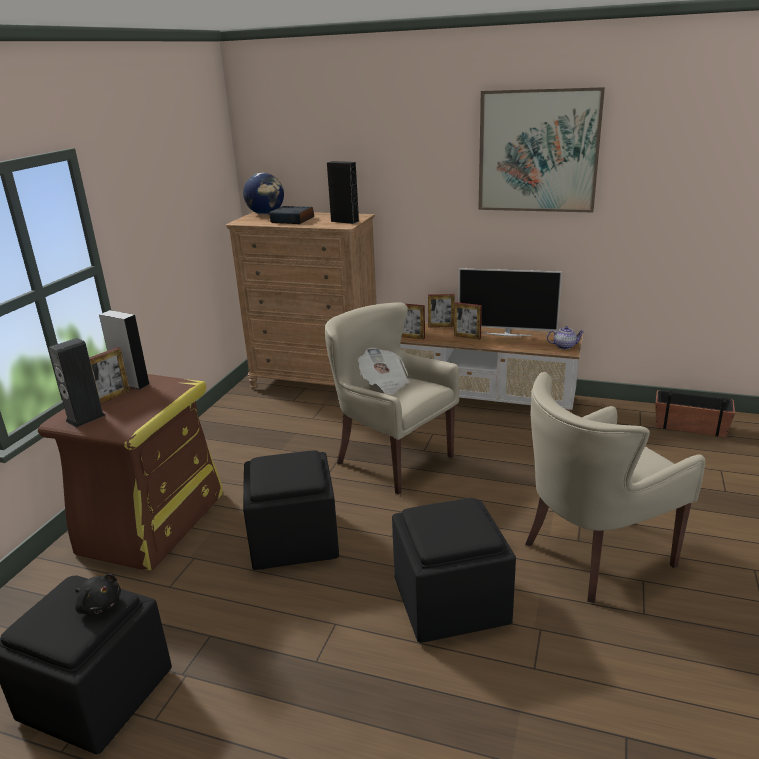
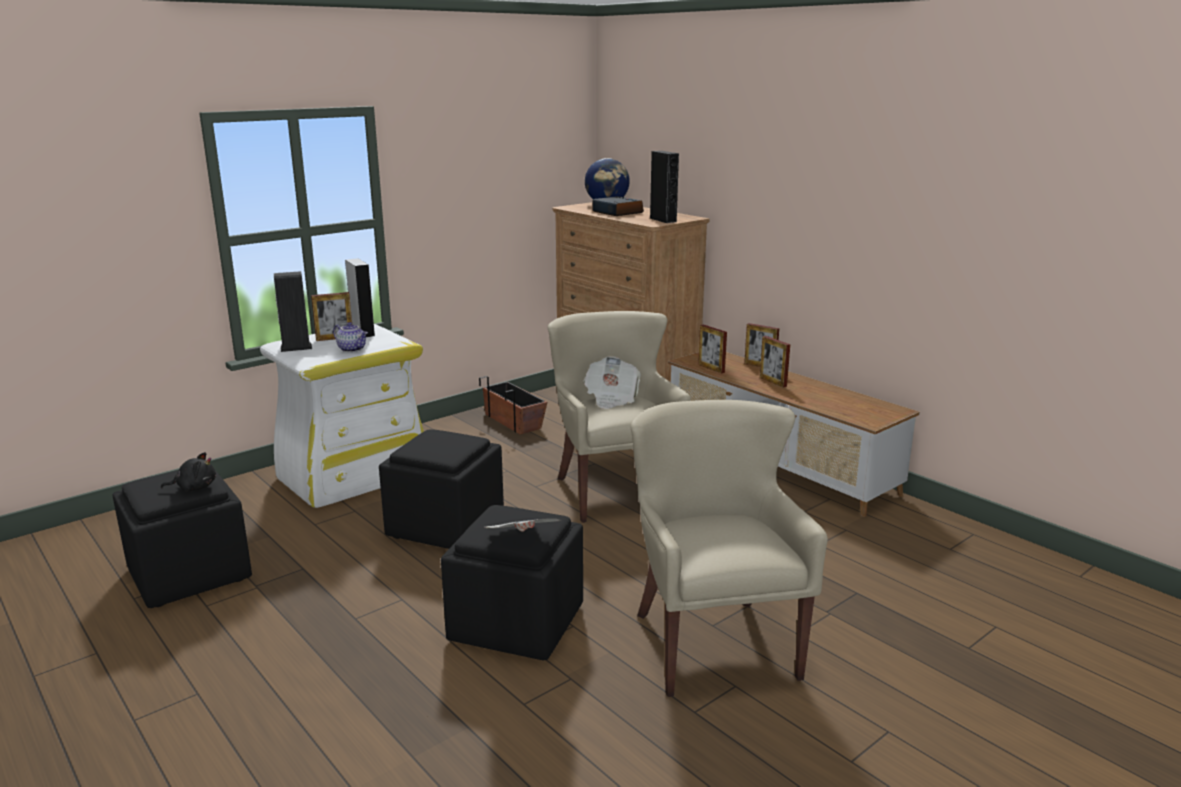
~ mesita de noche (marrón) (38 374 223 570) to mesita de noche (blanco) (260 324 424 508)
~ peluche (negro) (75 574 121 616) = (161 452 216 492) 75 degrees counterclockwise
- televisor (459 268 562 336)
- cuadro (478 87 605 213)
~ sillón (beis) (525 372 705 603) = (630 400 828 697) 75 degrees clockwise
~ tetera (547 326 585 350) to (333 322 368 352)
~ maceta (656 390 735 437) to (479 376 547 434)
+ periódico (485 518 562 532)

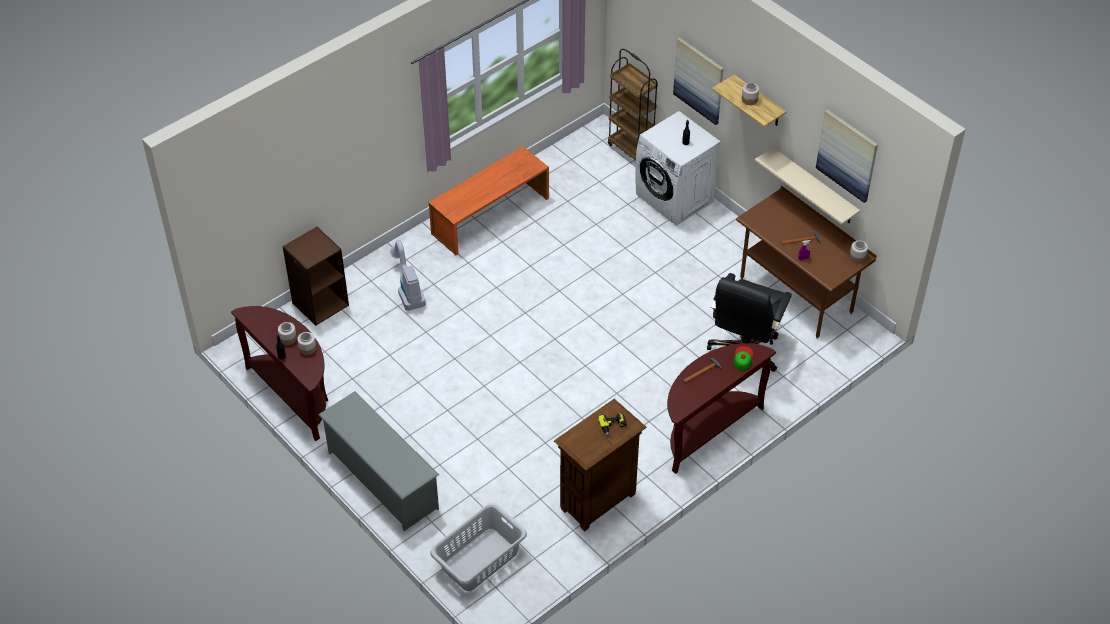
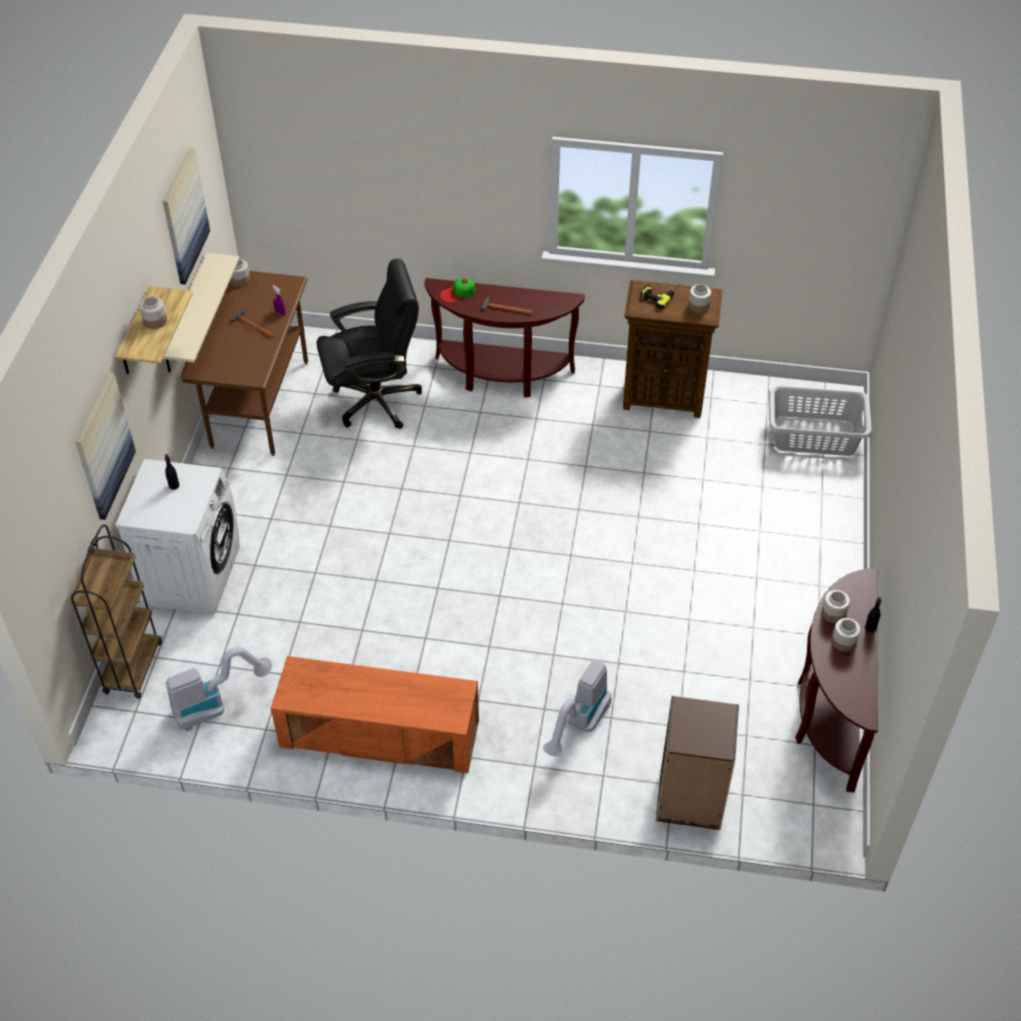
- zapatero (gris) (318 391 439 531)
+ aspiradora (166 647 272 731)
+ tarro (688 284 711 313)

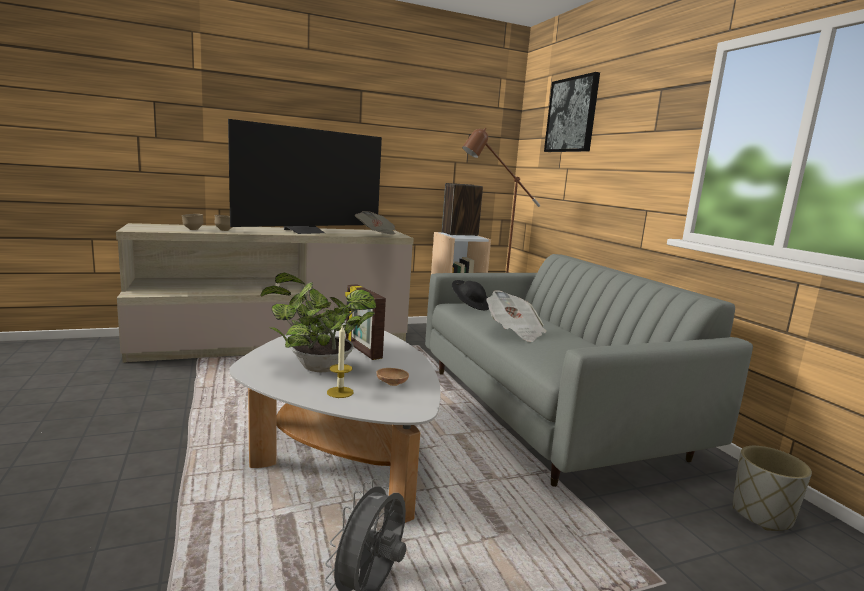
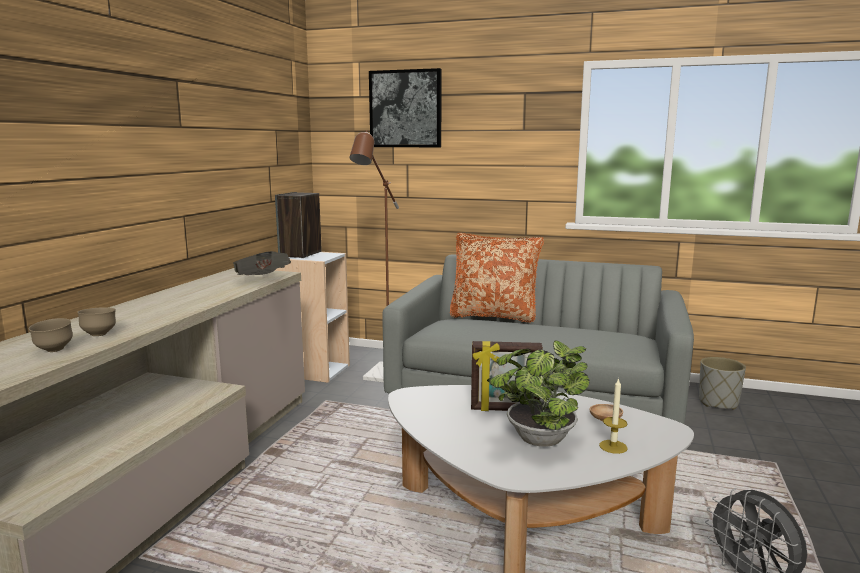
- televisor (228 119 382 234)
- sombrero (negro) (452 280 489 310)
- periódico (486 290 547 342)
+ cojín (naranja) (450 233 544 323)

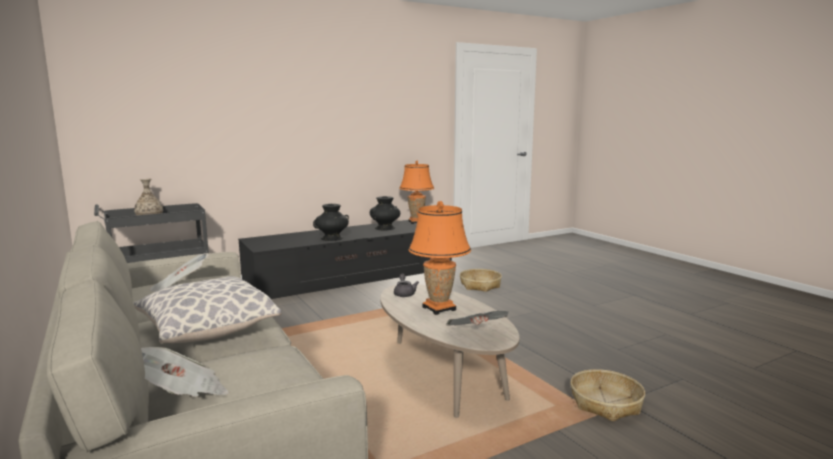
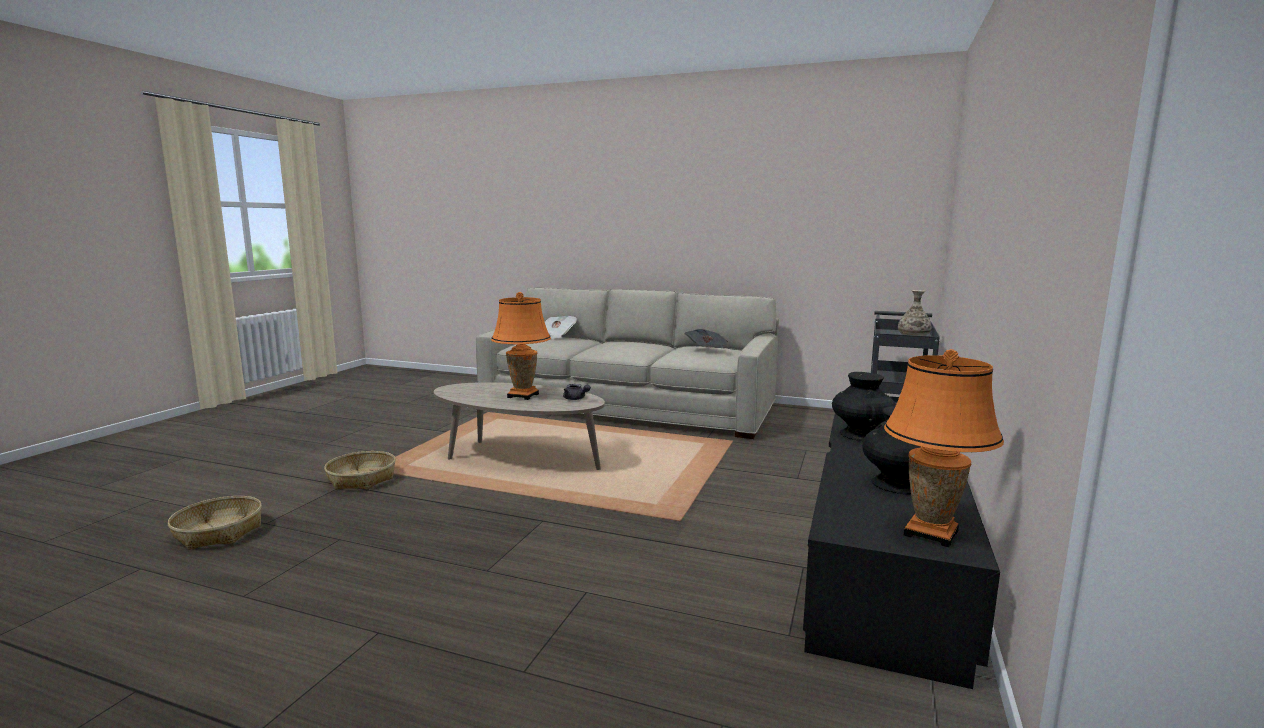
- cojín (133 276 282 344)
- periódico (446 311 508 326)
~ cesta (460 269 502 292) to (168 496 262 550)

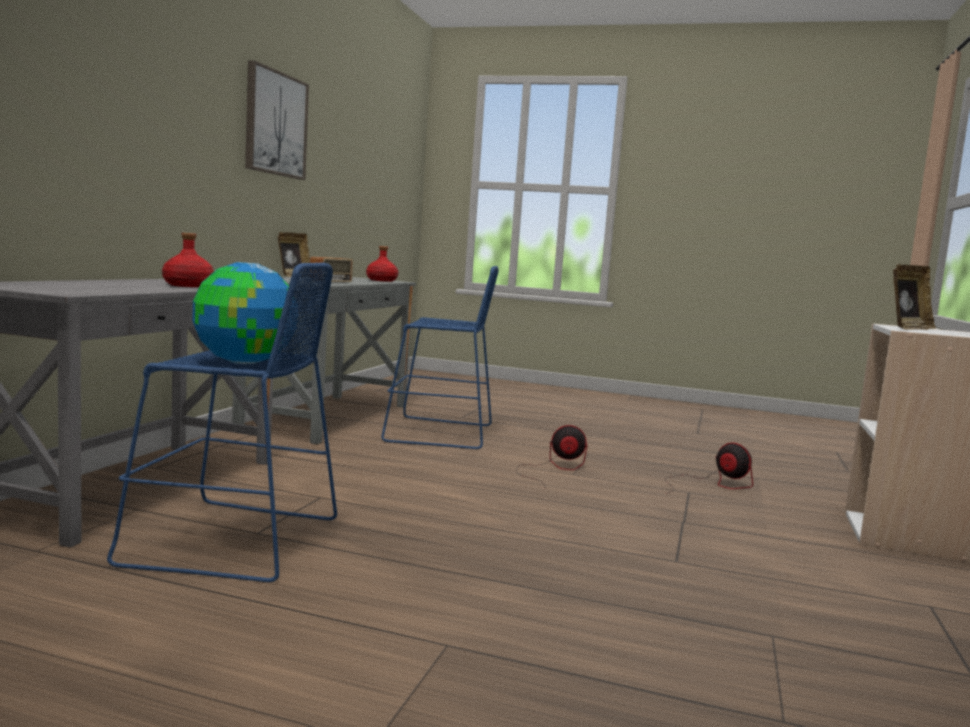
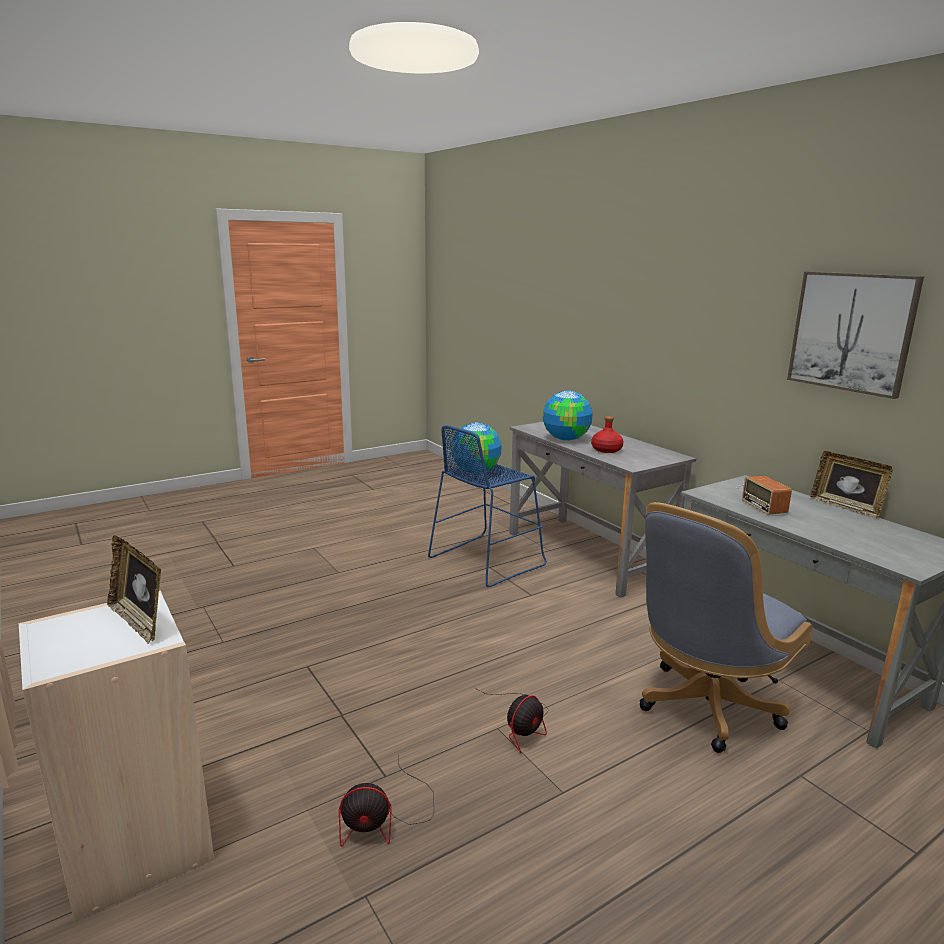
- botella (rojo) (366 246 398 282)
~ taburete (azul) (381 266 498 449) to silla de oficina (azul) (640 502 812 753)
~ portarretratos (893 264 936 330) = (107 535 161 644) 45 degrees counterclockwise
+ globo terráqueo (543 391 593 441)

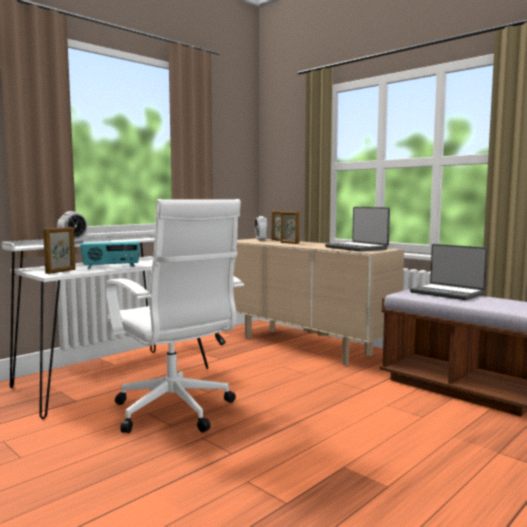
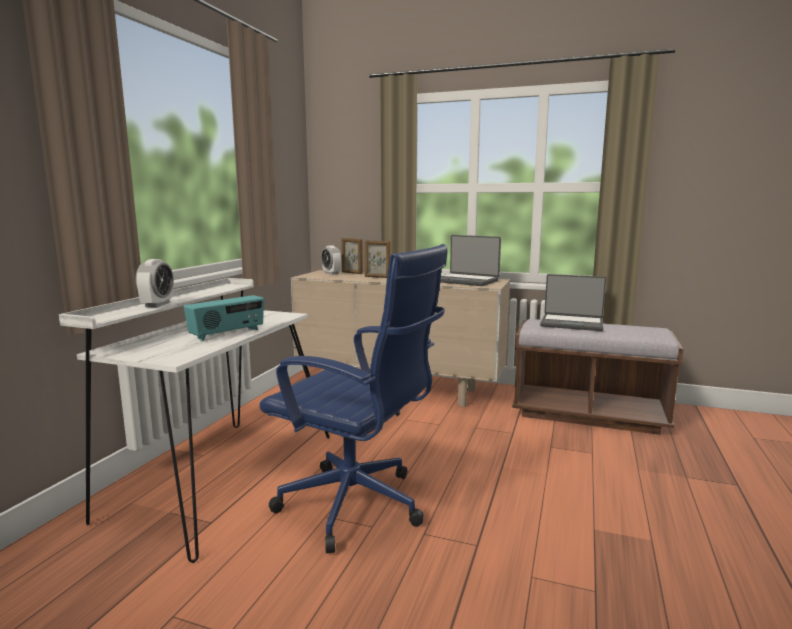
- portarretratos (43 227 75 274)
~ silla de oficina (blanco) (105 199 244 433) to silla de oficina (azul) (259 244 447 553)

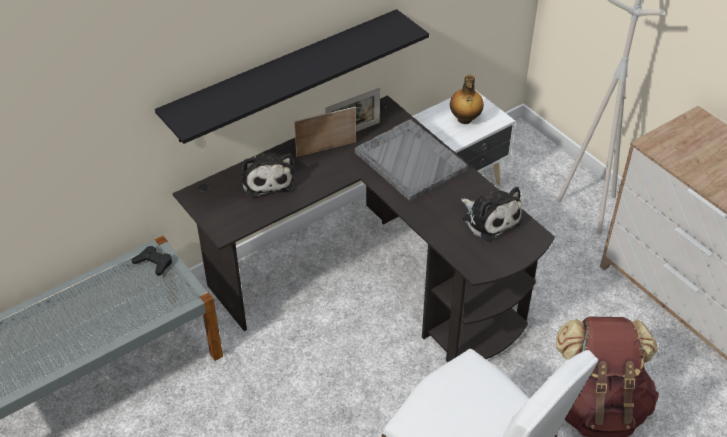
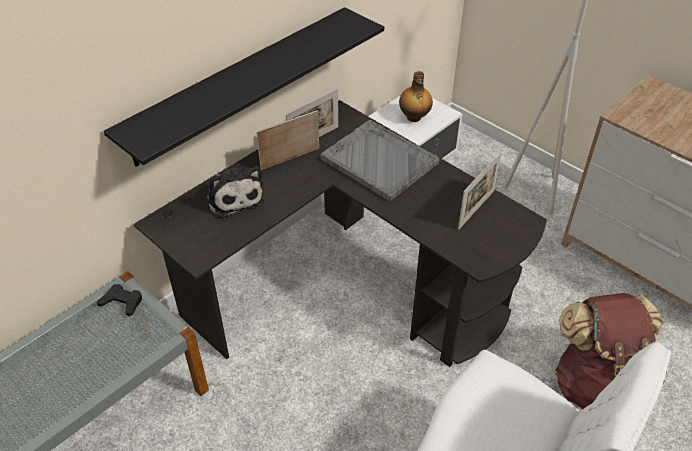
~ peluche (461 187 522 241) to portarretratos (458 152 502 230)

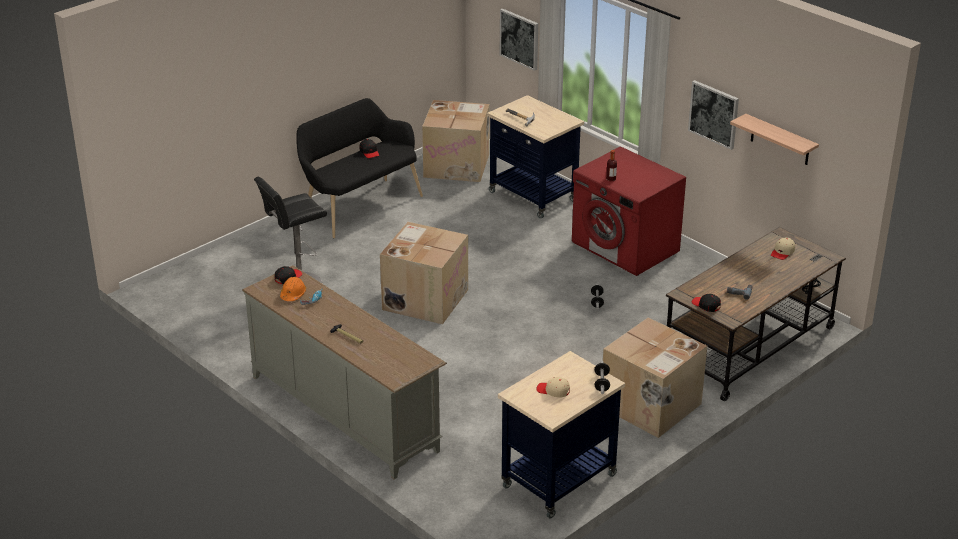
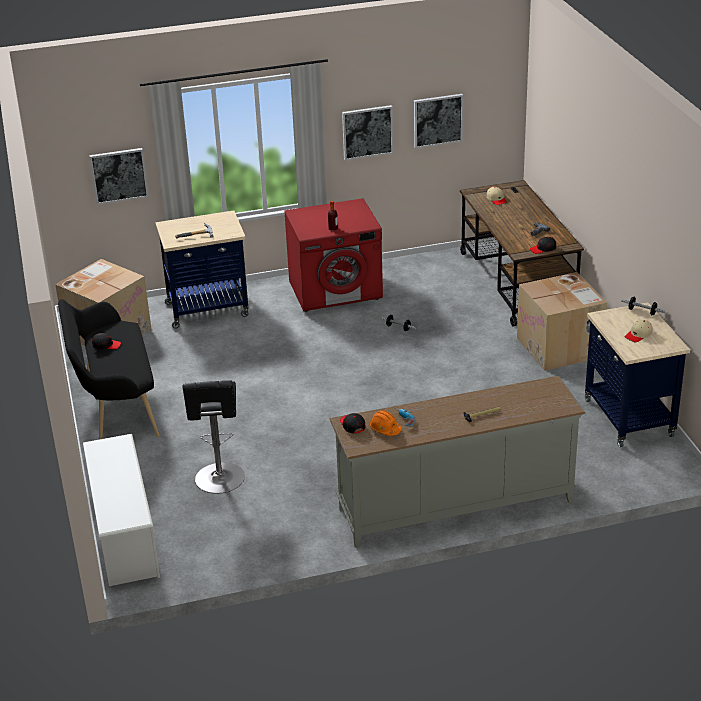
- caja de cartón (380 222 468 324)
~ estante (730 114 819 165) to cuadro (414 94 463 148)
+ zapatero (blanco) (83 434 160 586)

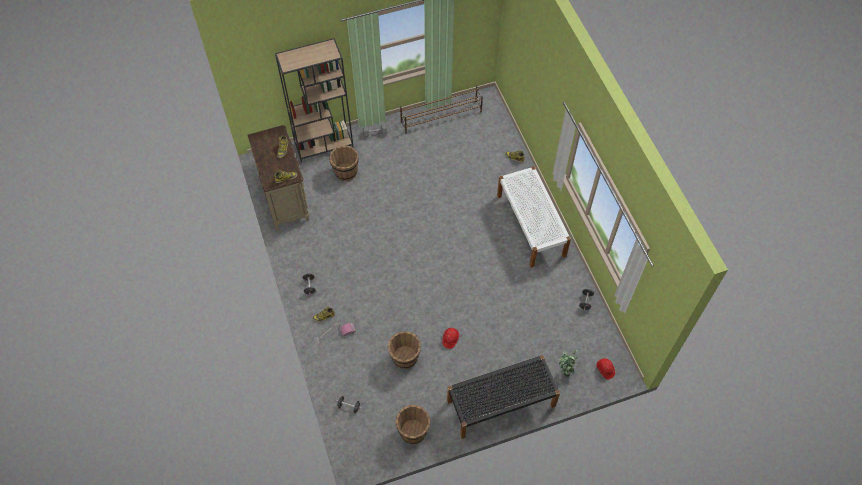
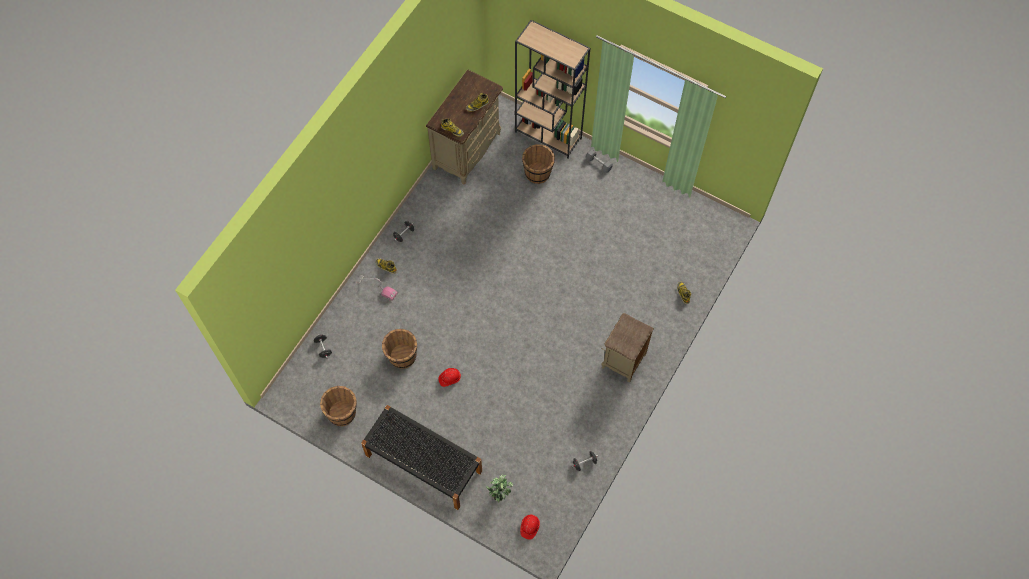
- zapatero (marrón) (400 86 483 134)
~ banco (blanco) (497 166 571 268) to mesita de noche (beis) (601 313 654 383)

